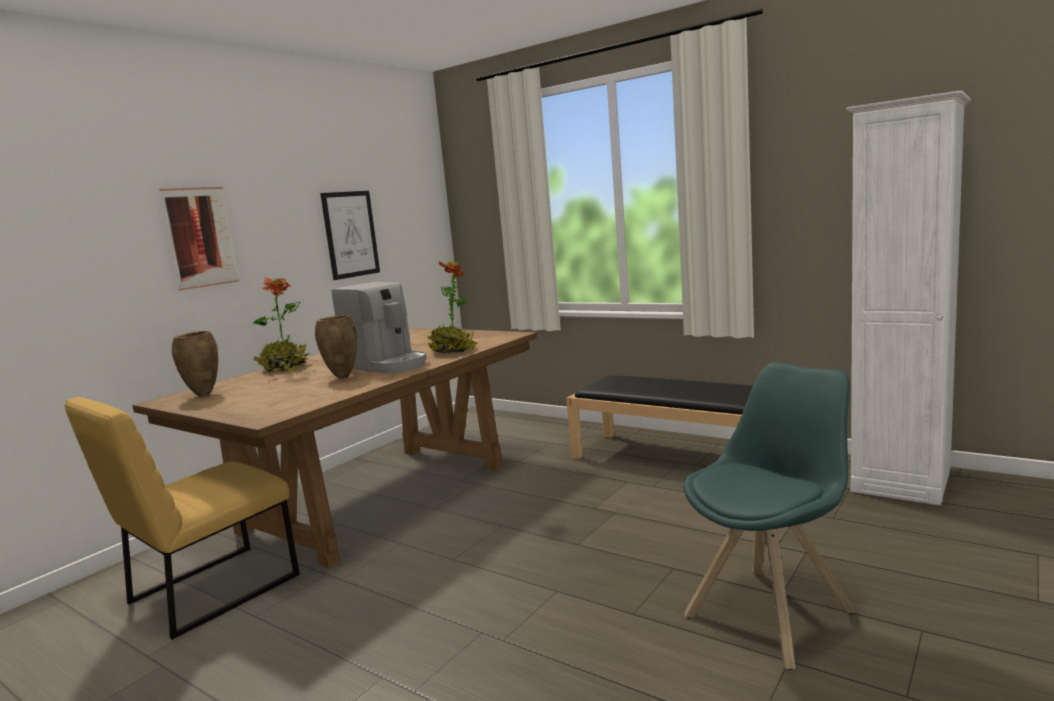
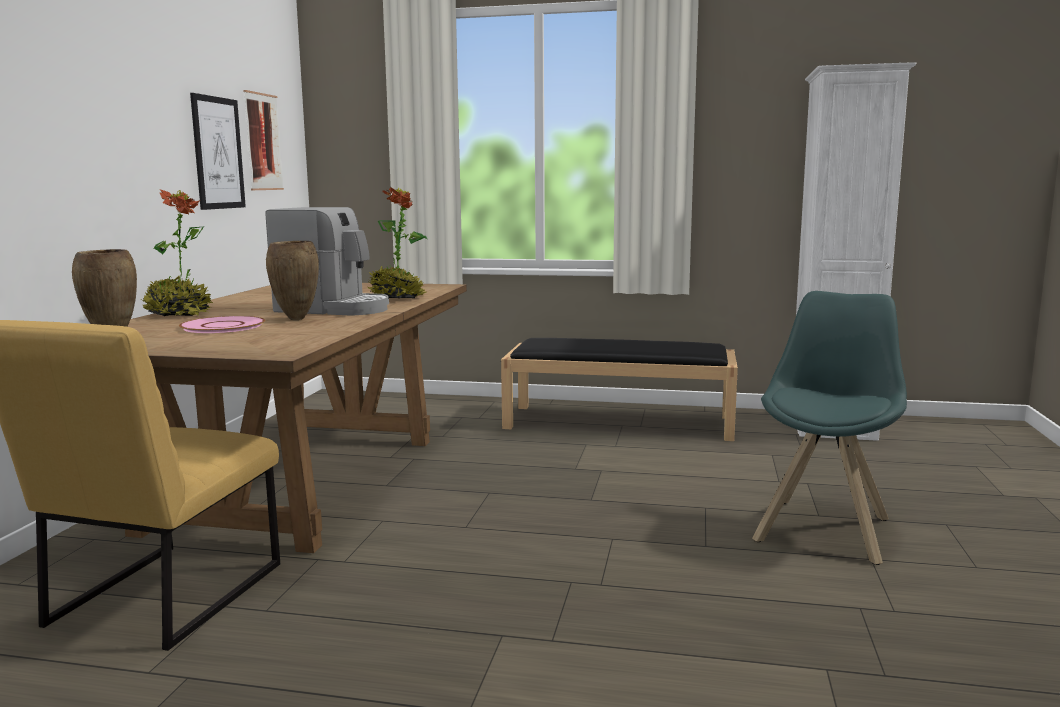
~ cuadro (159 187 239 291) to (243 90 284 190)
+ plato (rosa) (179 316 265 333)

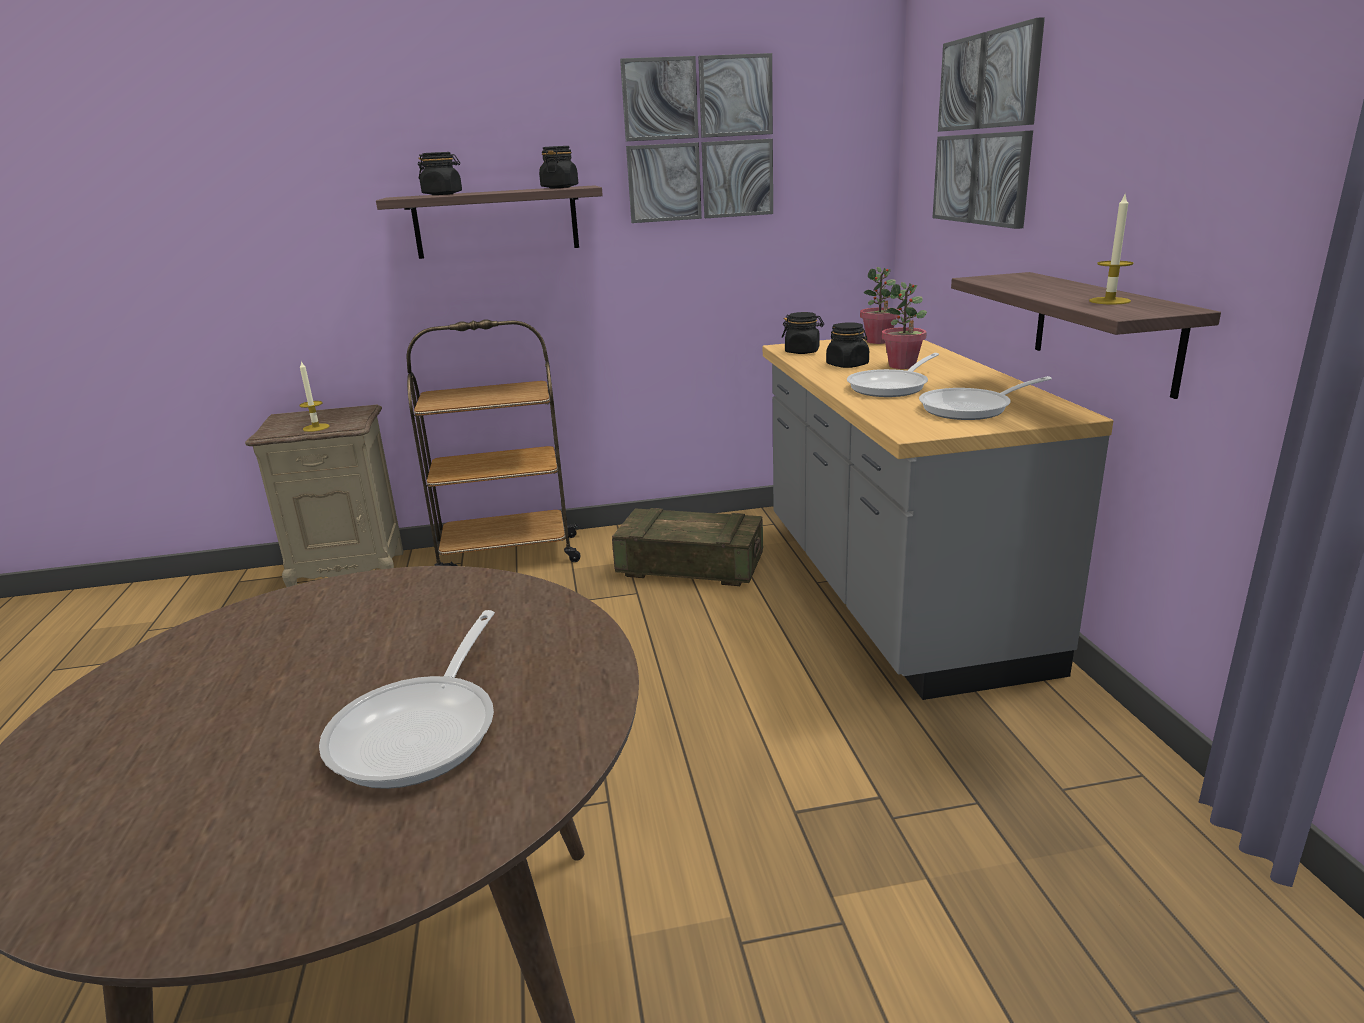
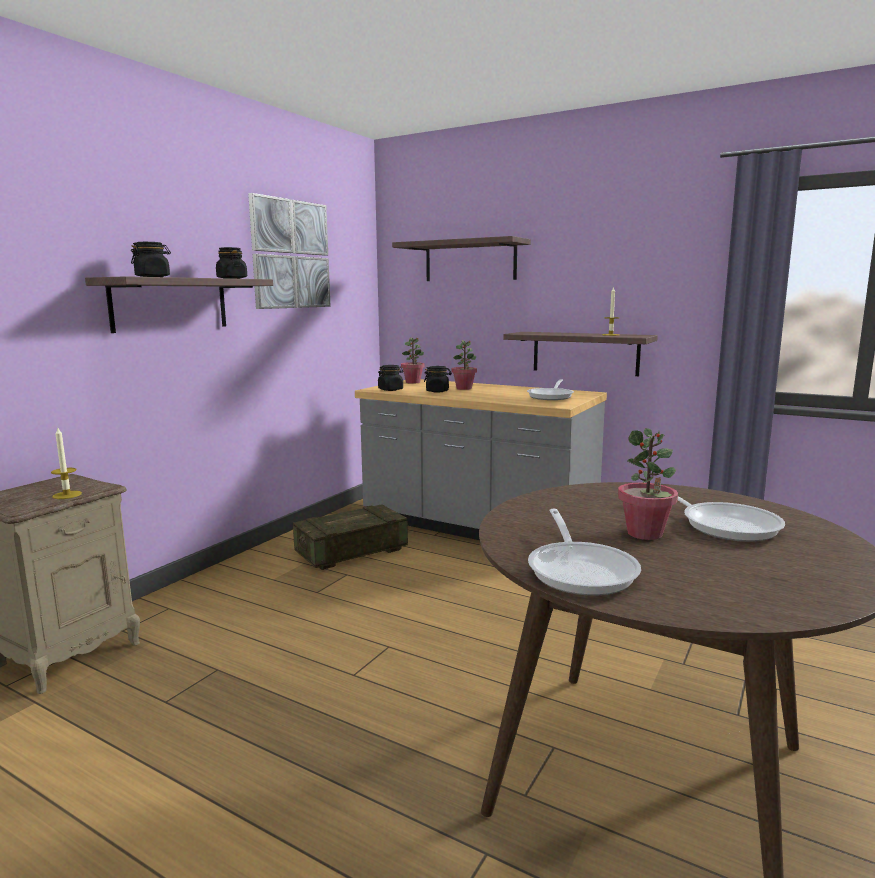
- carrito (marrón) (407 319 582 566)
~ sartén (847 353 939 397) to (528 509 641 596)
~ cuadro (933 17 1045 229) to estante (392 236 531 281)
+ planta en maceta (618 428 678 540)

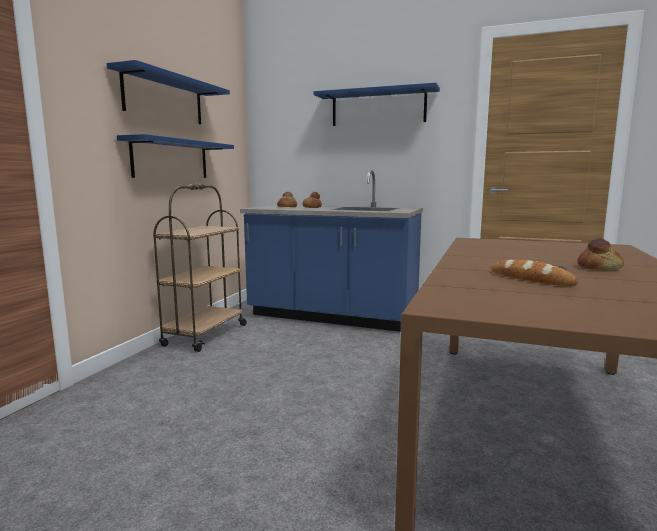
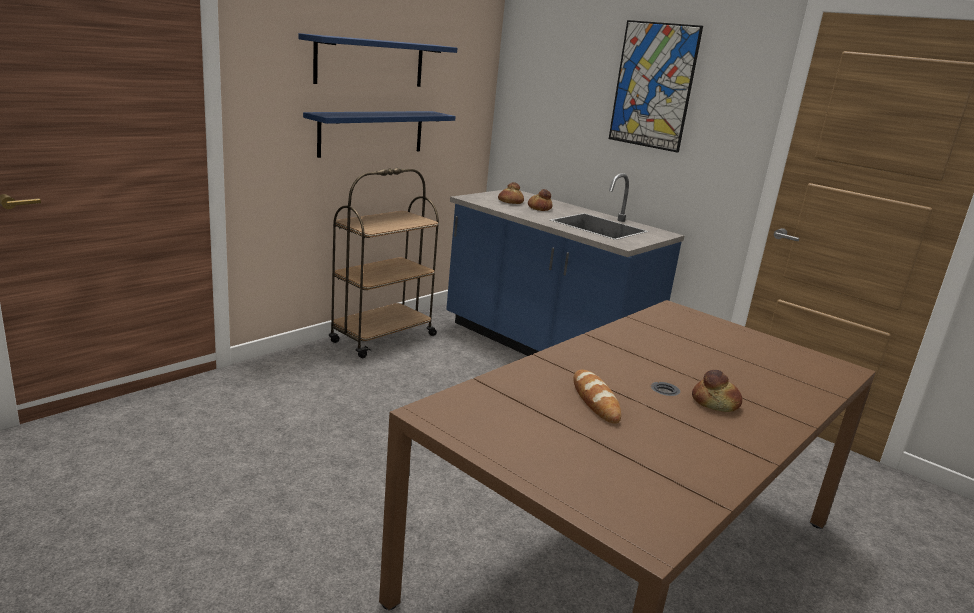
~ estante (azul) (313 83 440 126) to cuadro (609 20 703 153)

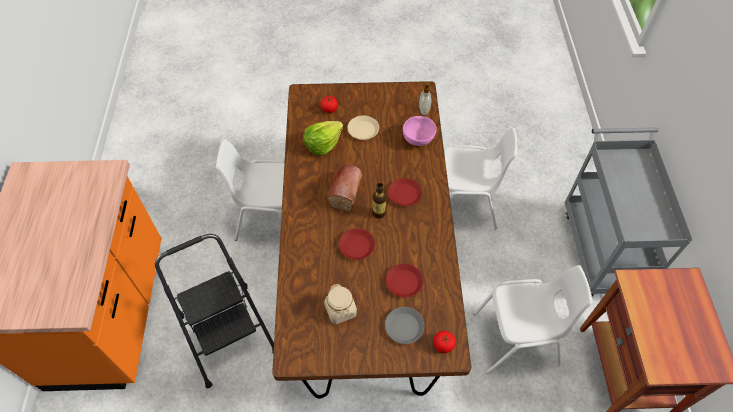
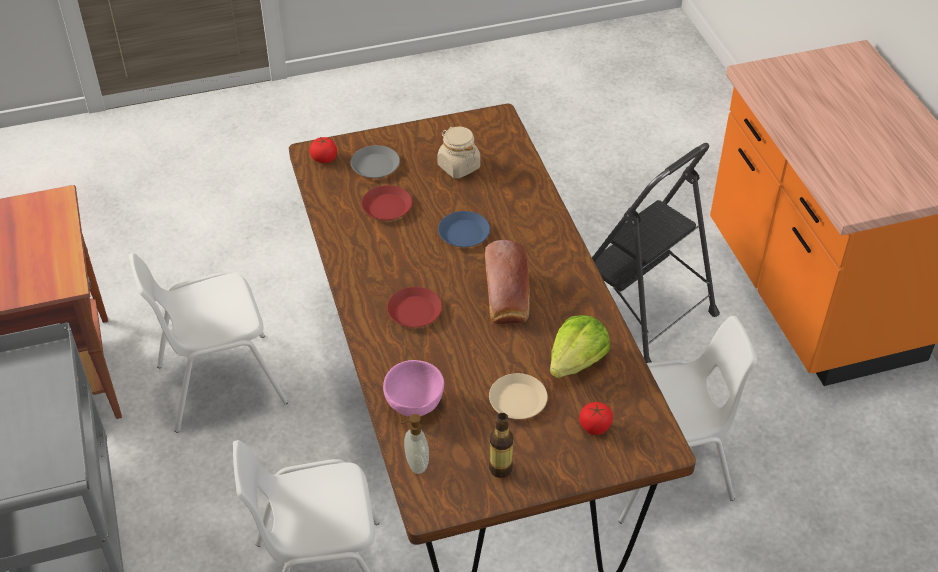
~ plato (rojo) (339 228 375 260) to plato (azul) (438 211 490 247)
~ botella (372 183 386 219) to (489 413 514 478)

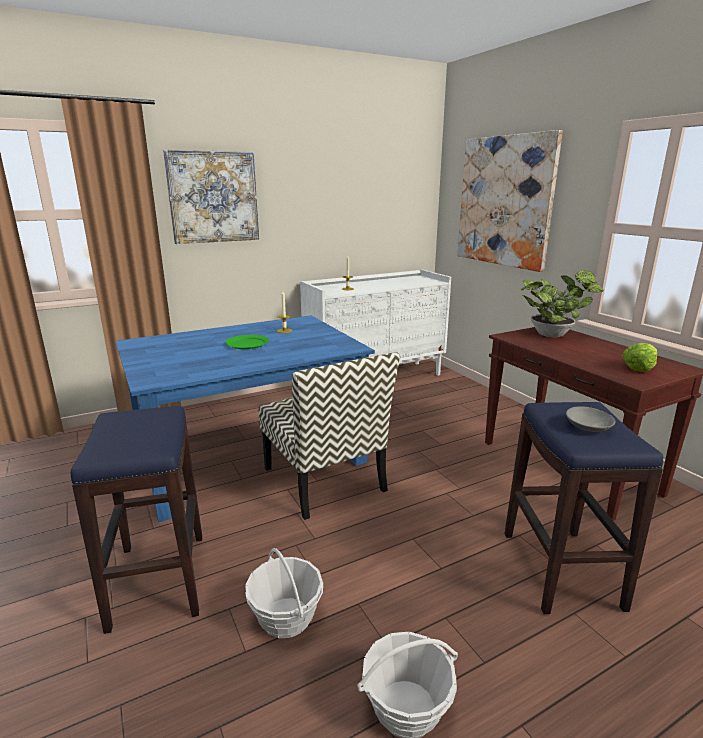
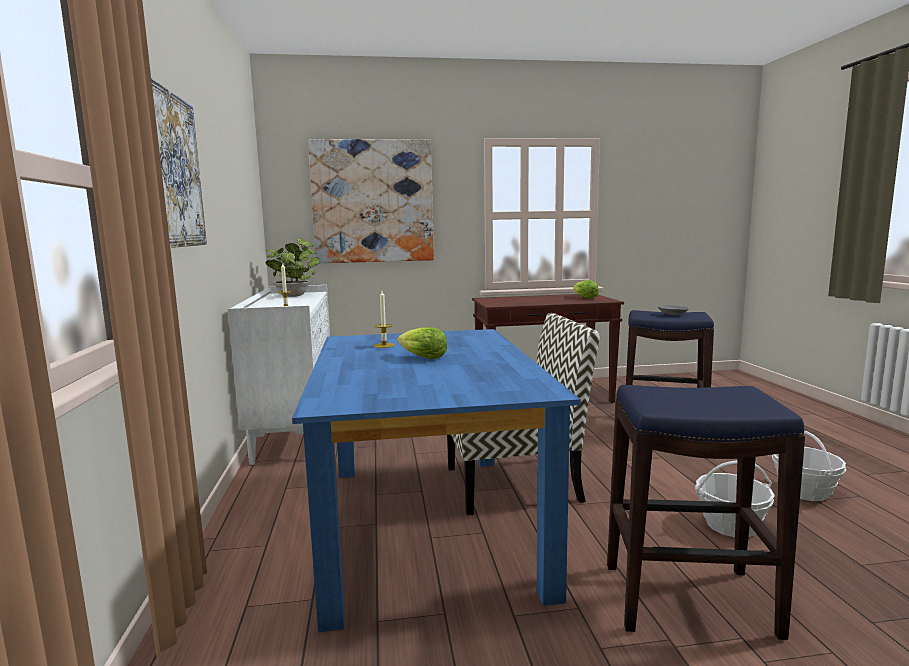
~ plato (verde) (225 335 269 349) to lechuga (397 327 447 359)
~ planta en maceta (521 270 604 338) to (266 238 320 297)

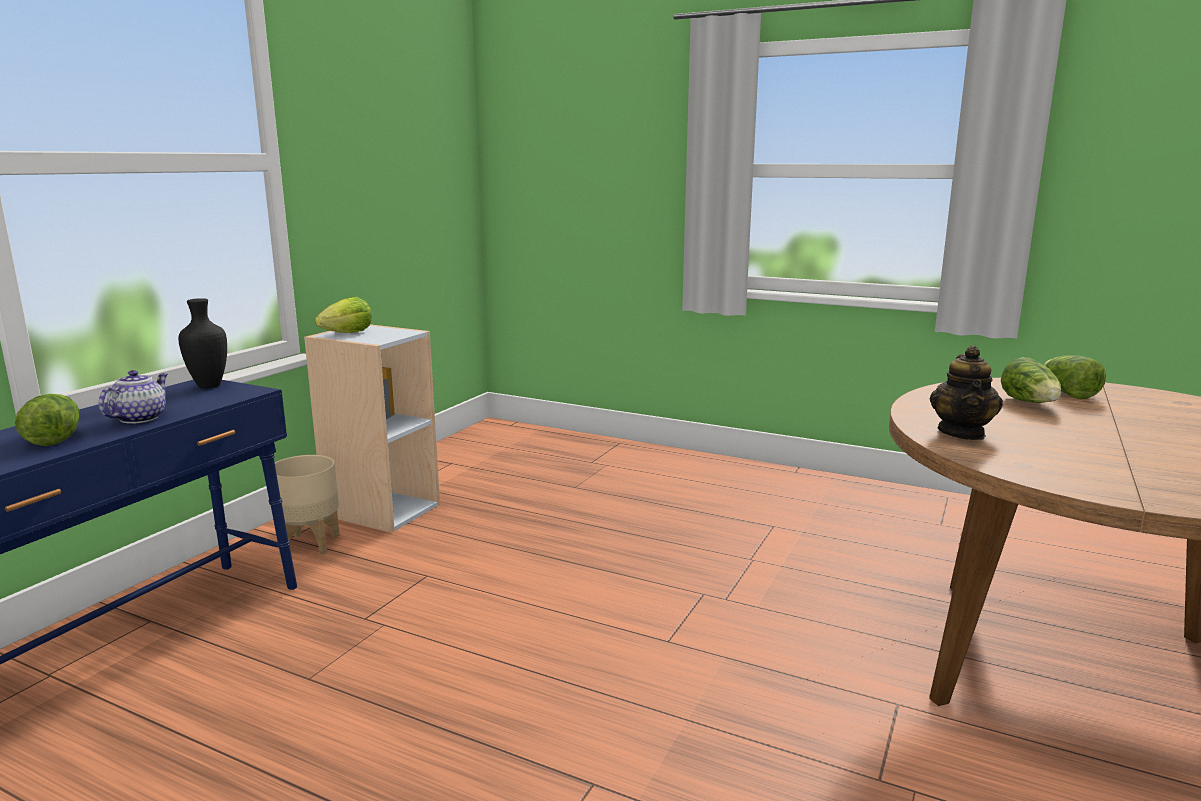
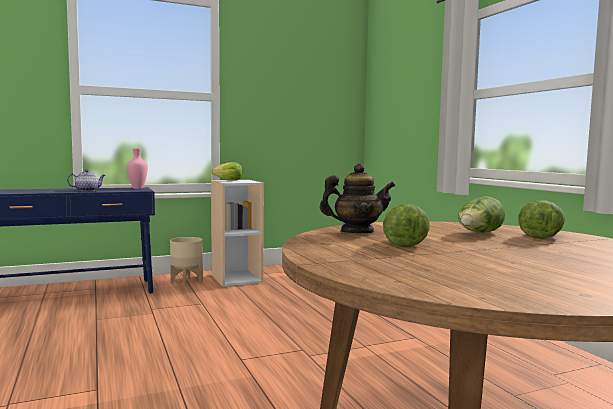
~ lechuga (15 394 80 446) to (383 204 430 247)
~ florero (negro) (178 298 227 388) to florero (rosa) (127 148 148 189)
~ tetera (930 346 1003 440) = (320 163 395 233) 150 degrees counterclockwise

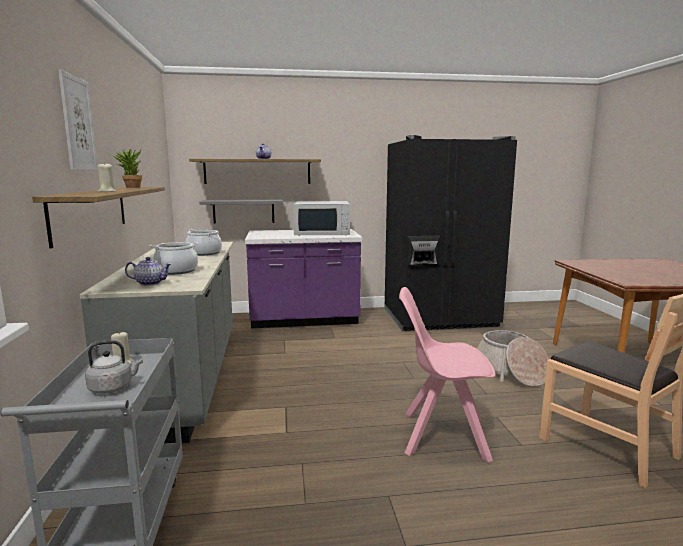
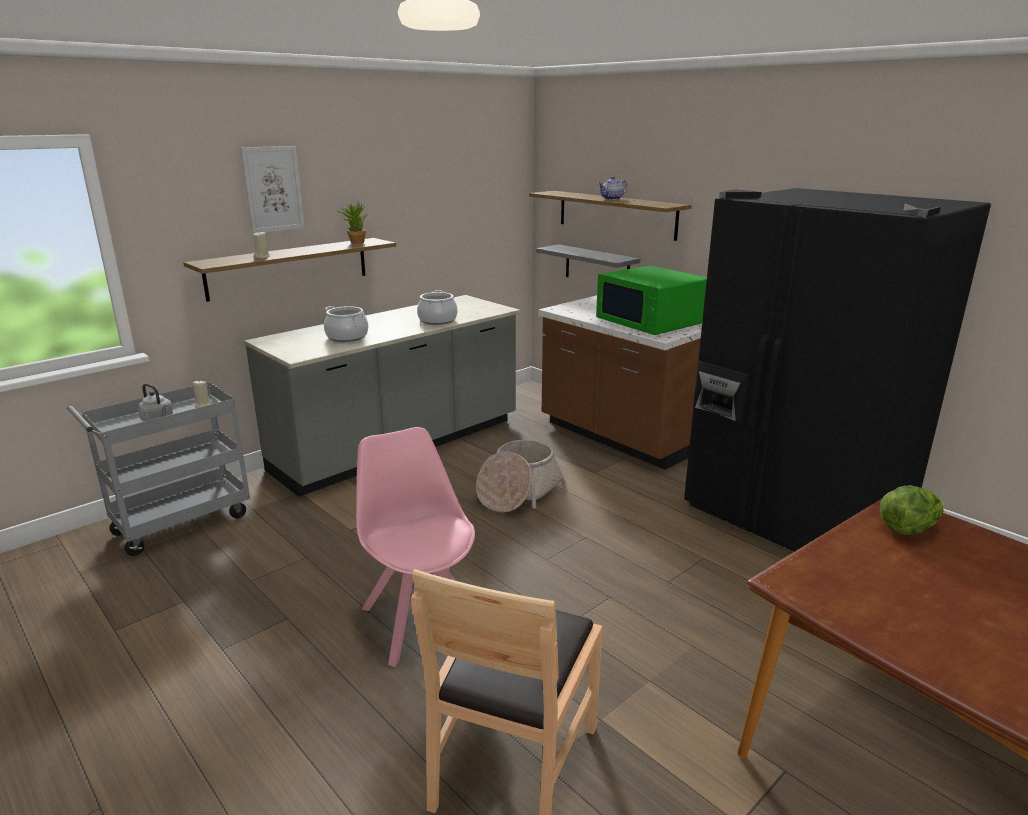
- tetera (125 257 171 286)
~ mueble bajo de cocina (morado) (245 229 362 328) to mueble bajo de cocina (marrón) (538 295 702 470)
~ microondas (blanco) (293 201 350 236) to microondas (verde) (596 265 707 335)
~ cesta (477 330 549 387) to (476 440 566 512)
+ lechuga (880 485 944 535)

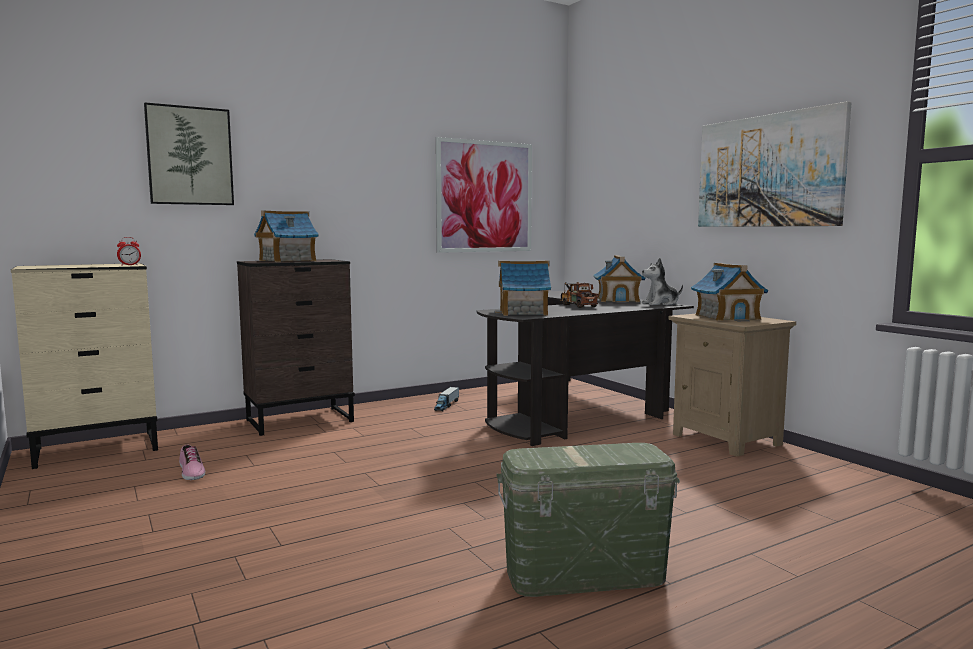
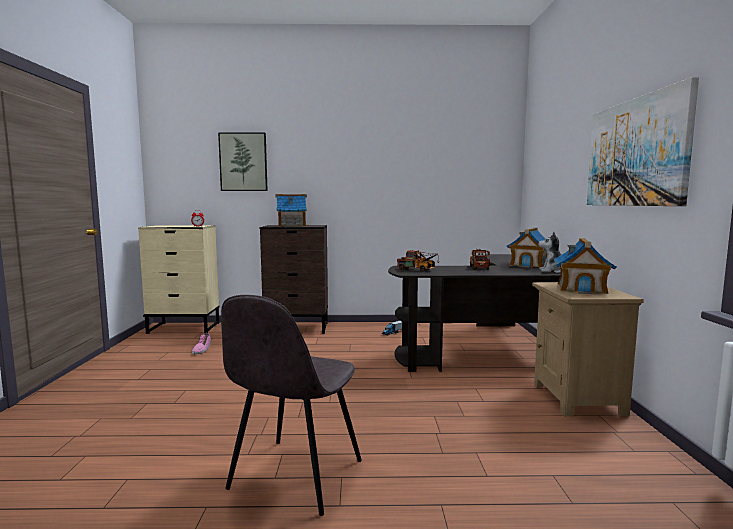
- cuadro (436 137 532 253)
~ casita (495 261 551 316) to camión de juguete (397 250 439 272)
~ caja de almacenaje (verde) (496 443 680 597) to silla (gris) (221 295 362 516)

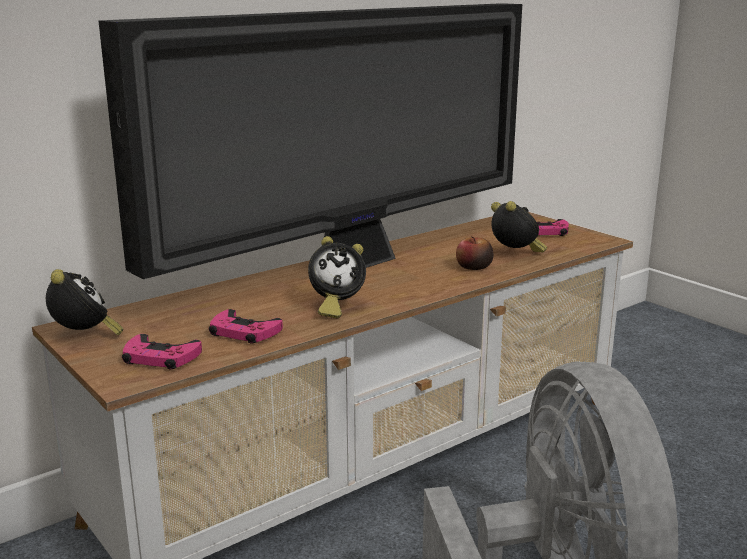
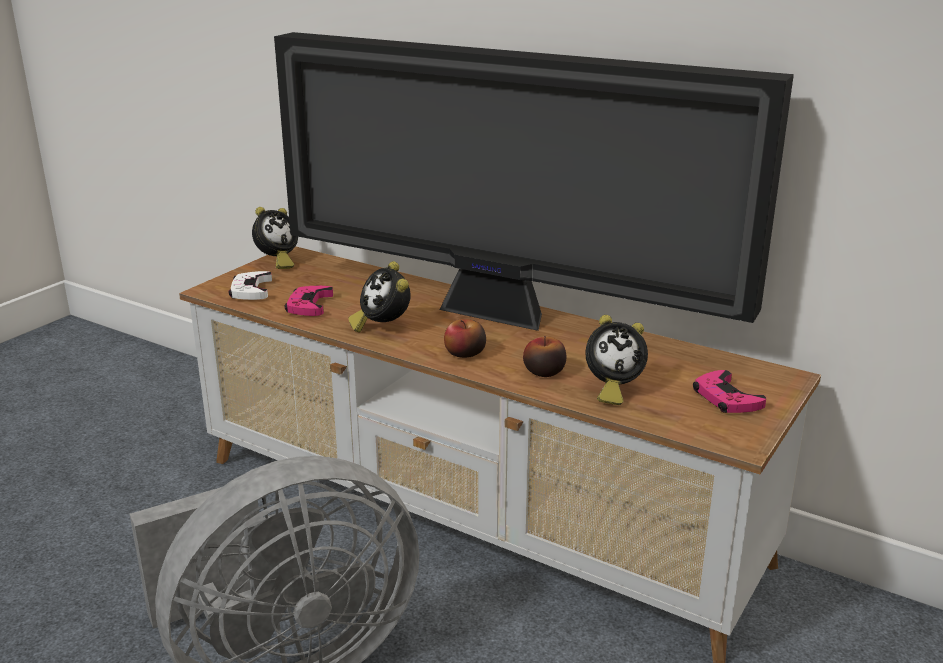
~ mando de consola (rosa) (122 334 202 369) to mando de consola (blanco) (228 271 272 300)
~ despertador (491 201 547 252) = (585 315 648 405) 45 degrees clockwise
+ manzana (444 319 486 358)

